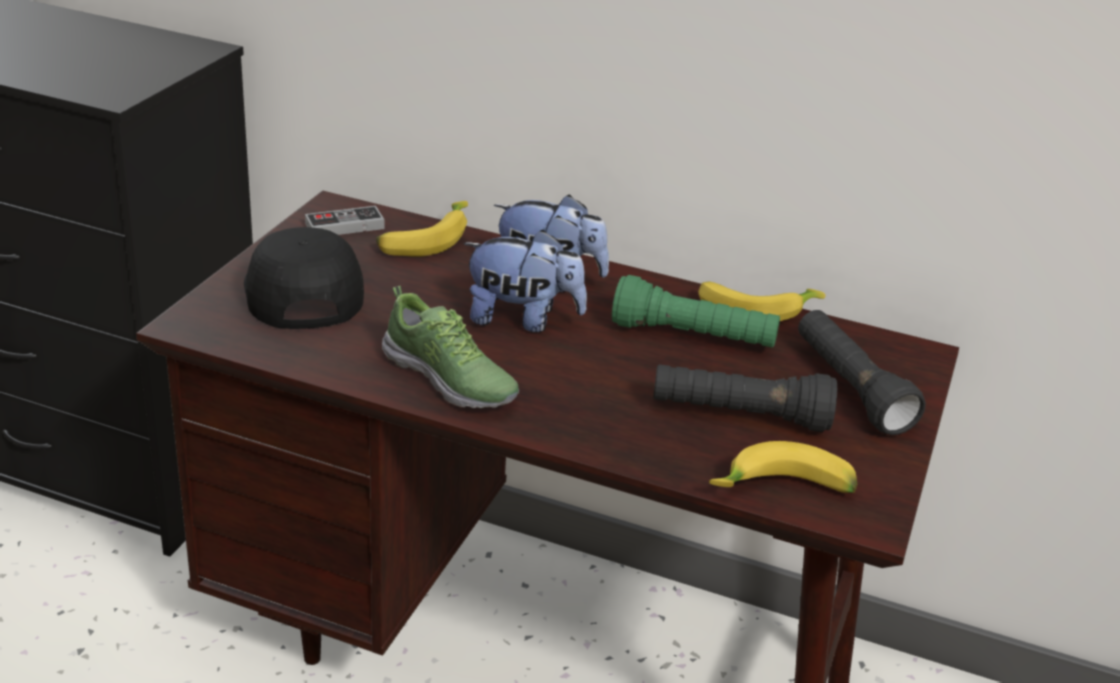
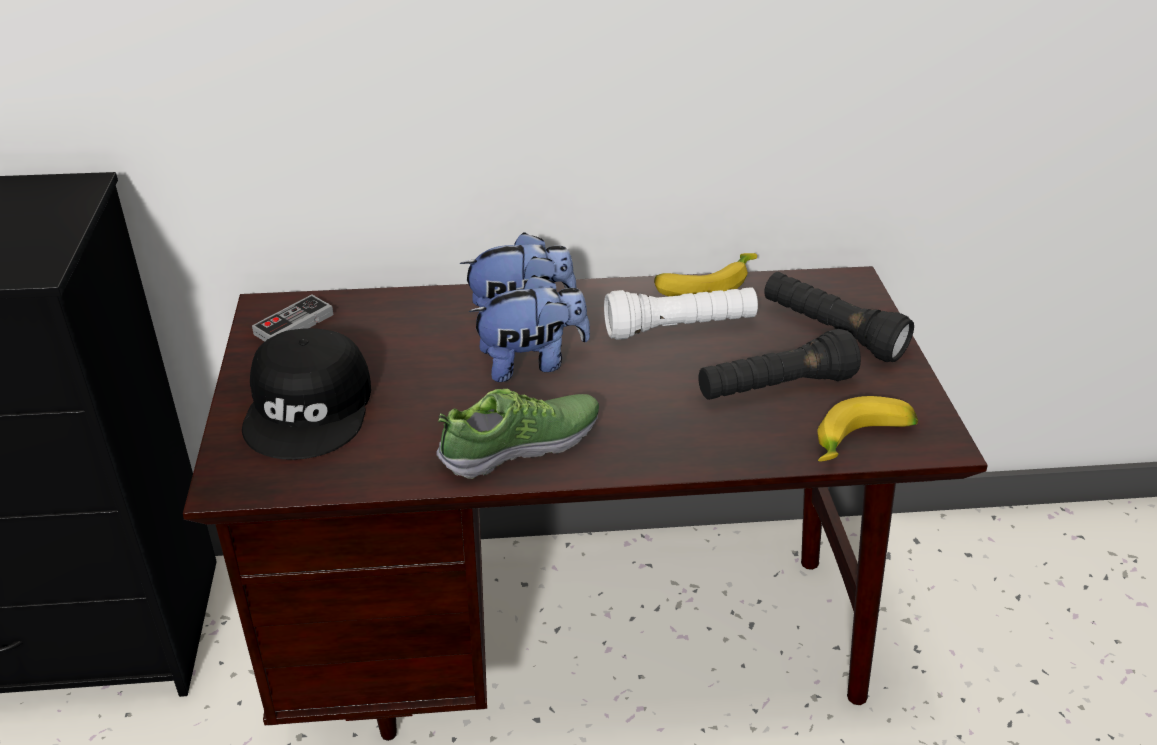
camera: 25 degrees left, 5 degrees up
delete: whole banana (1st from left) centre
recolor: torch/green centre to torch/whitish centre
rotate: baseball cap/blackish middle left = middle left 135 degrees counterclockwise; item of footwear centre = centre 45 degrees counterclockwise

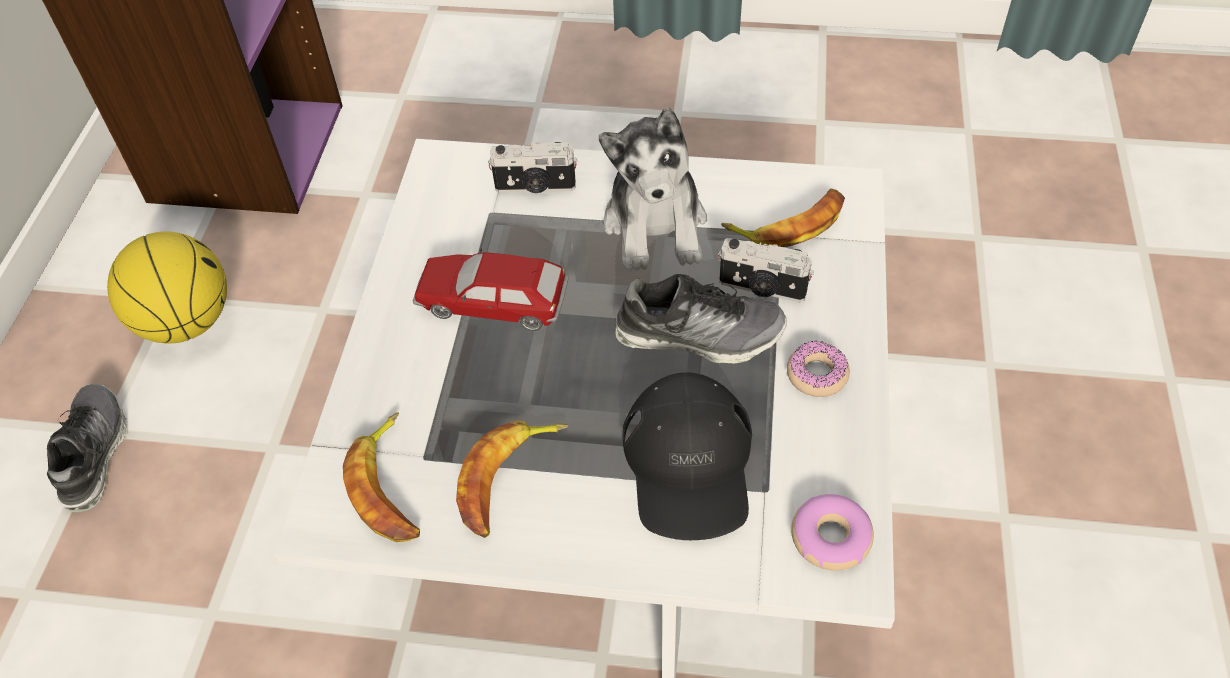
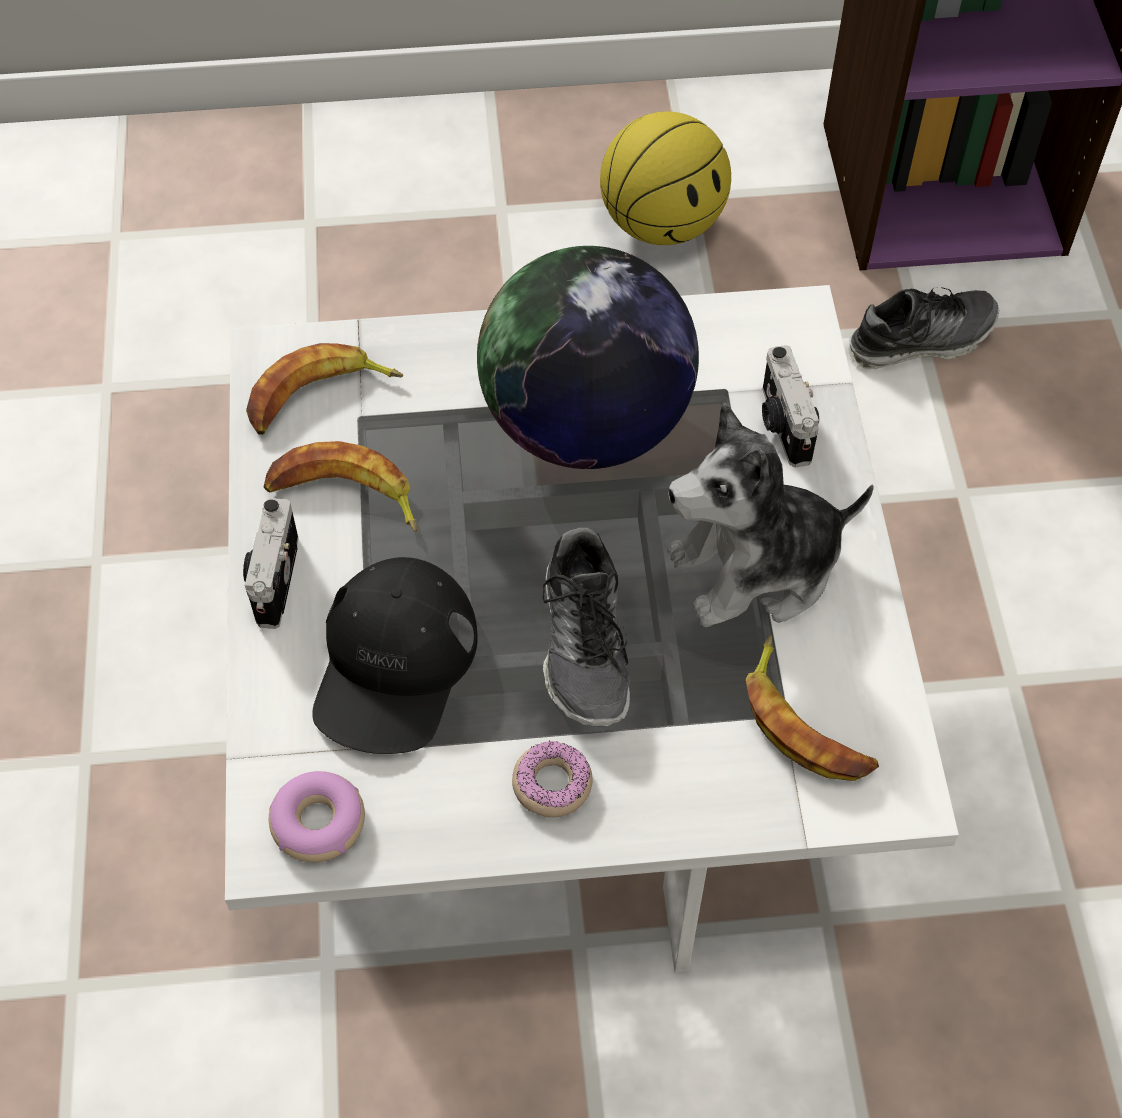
camera: 75 degrees right, 5 degrees up
move: still camera (2nd from left in the first image) centre to still camera (1st from left) middle left; item of footwear (1st from left in the first image) middle left to item of footwear (2nd from left) top right
replace: miniature car centre to world globe top centre
rotate: baseball cap/blackish bottom centre = centre 60 degrees counterclockwise

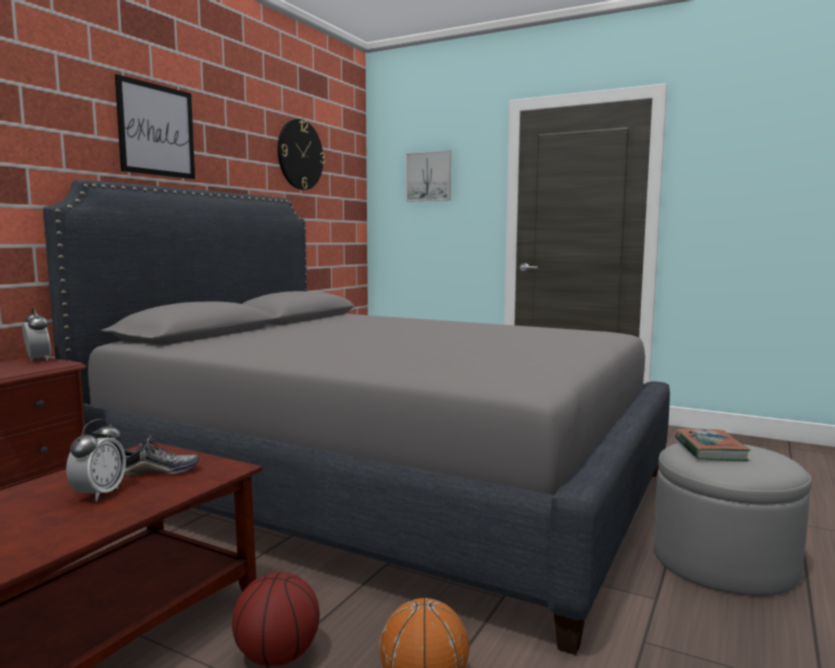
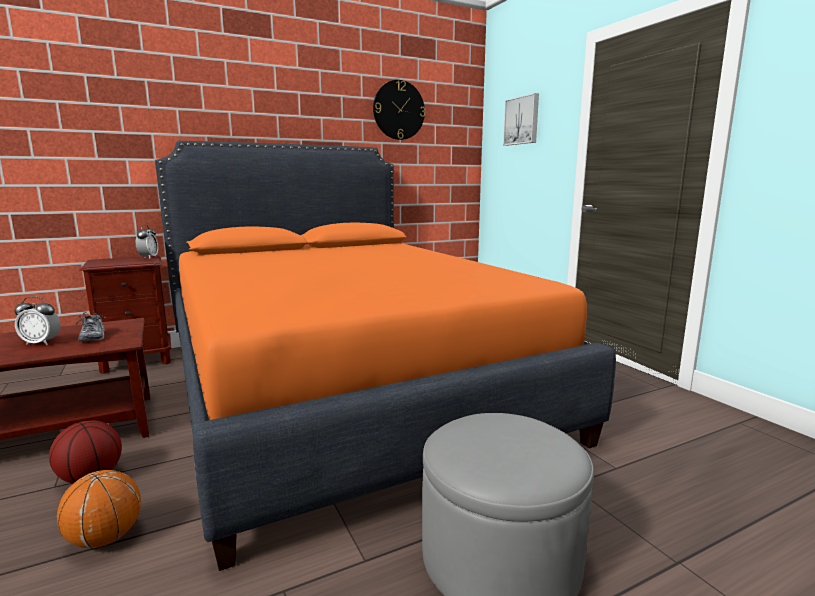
camera: 35 degrees right, 5 degrees up
delete: wall picture (1st from left) top left; bound book middle right
recolor: sleeping bed/grey centre to sleeping bed/orangey centre
rotate: bedside clock (2nd from left in the first image) bottom left = middle left 45 degrees clockwise; item of footwear bottom left = middle left 45 degrees clockwise

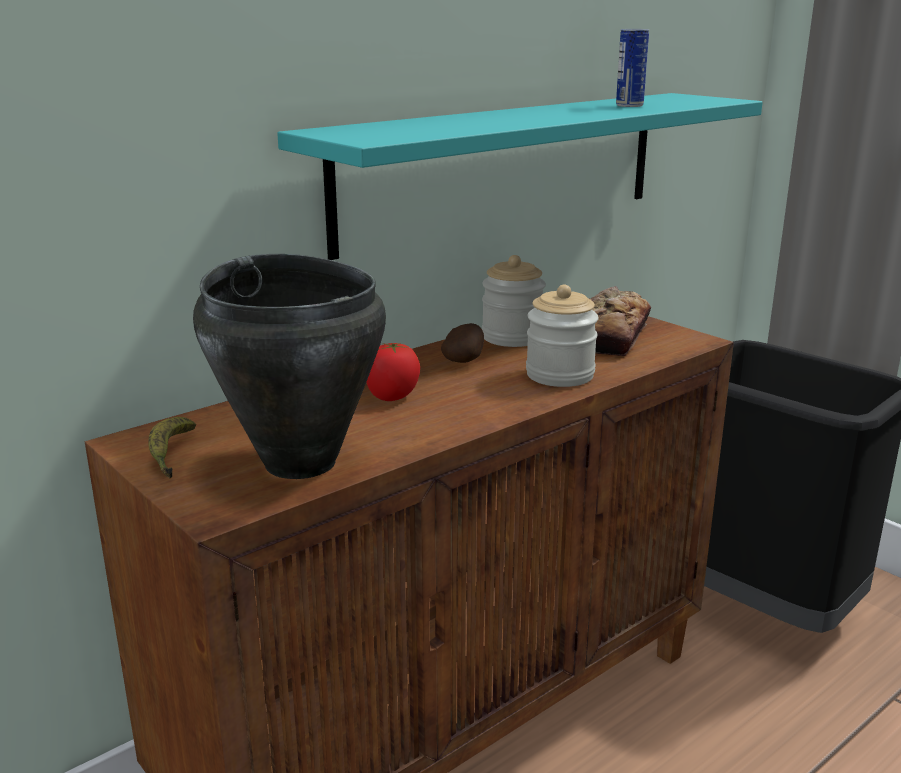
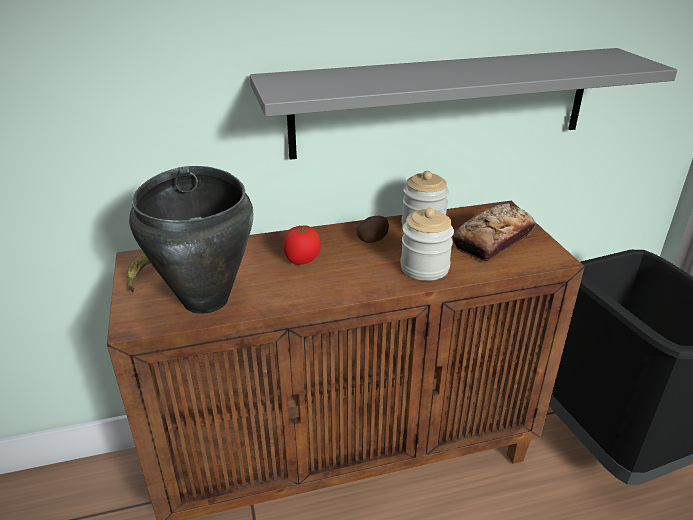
camera: 25 degrees right, 10 degrees up
delete: can top right
recolor: bracket shelf/turquoise top centre to bracket shelf/grey top right

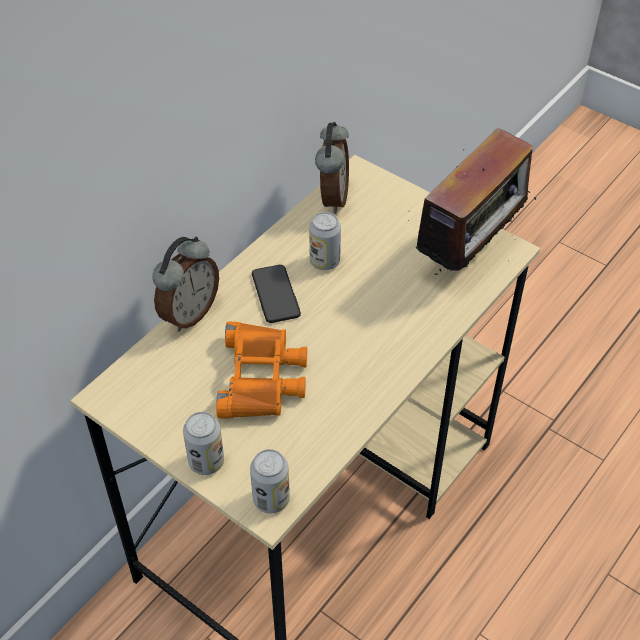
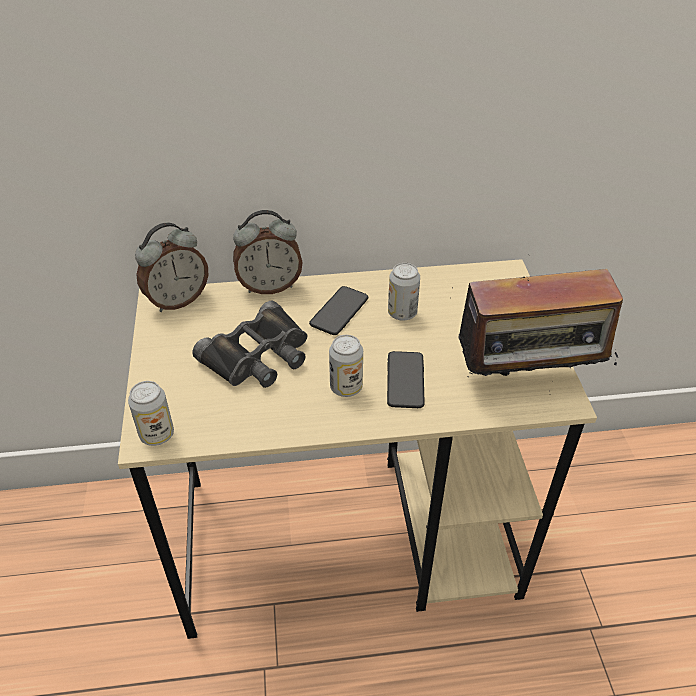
camera: 45 degrees right, 5 degrees down
insert: telephone (2nd from left) centre
move: bedside clock (2nd from left in the first image) top centre to bedside clock (1st from left) middle left; can (1st from left in the first image) bottom left to can (2nd from left) centre
recolor: field glasses/orangey centre to field glasses/blackish centre

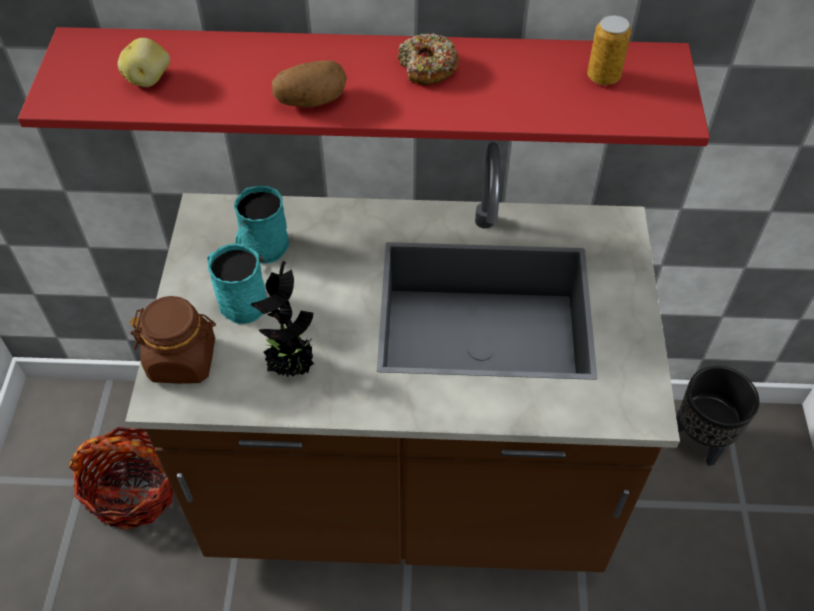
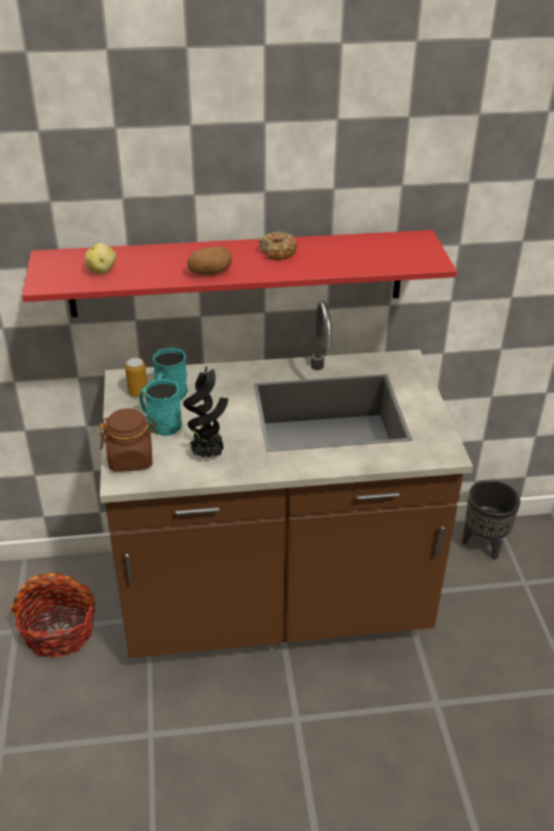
camera: 10 degrees left, 15 degrees down
move: can top right to middle left

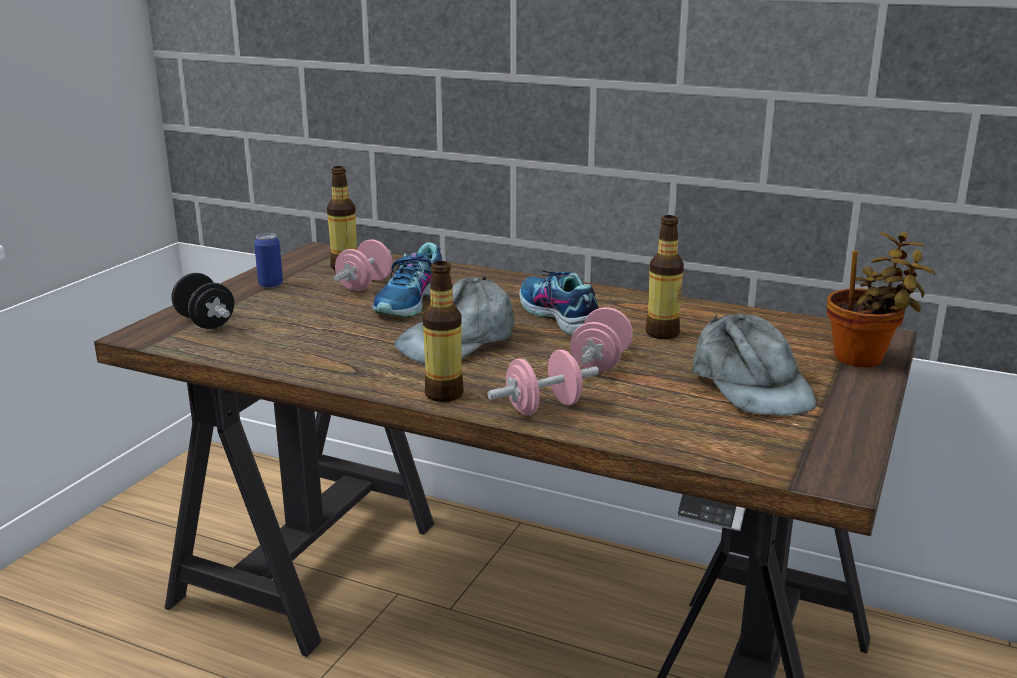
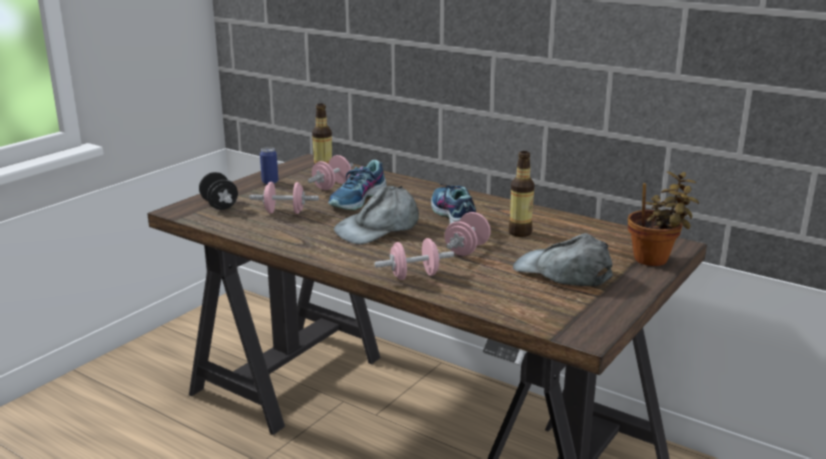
camera: 10 degrees right, 0 degrees up
delete: beverage bottle (2nd from left) centre
insert: hand weight/pink-coloured (1st from left) centre
rotate: baseball cap/grey (2nd from left) middle right = middle right 135 degrees clockwise

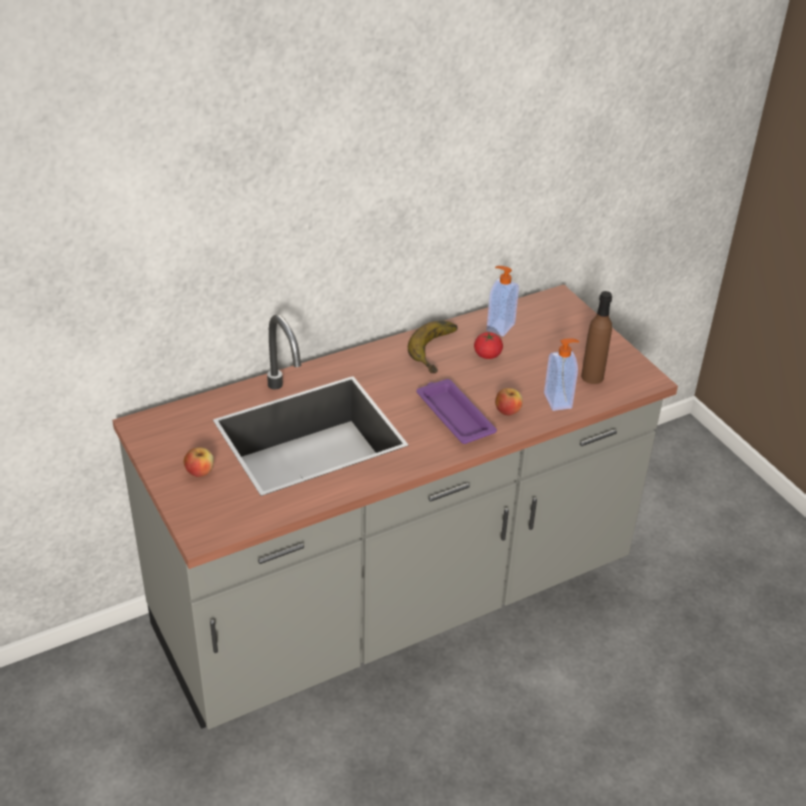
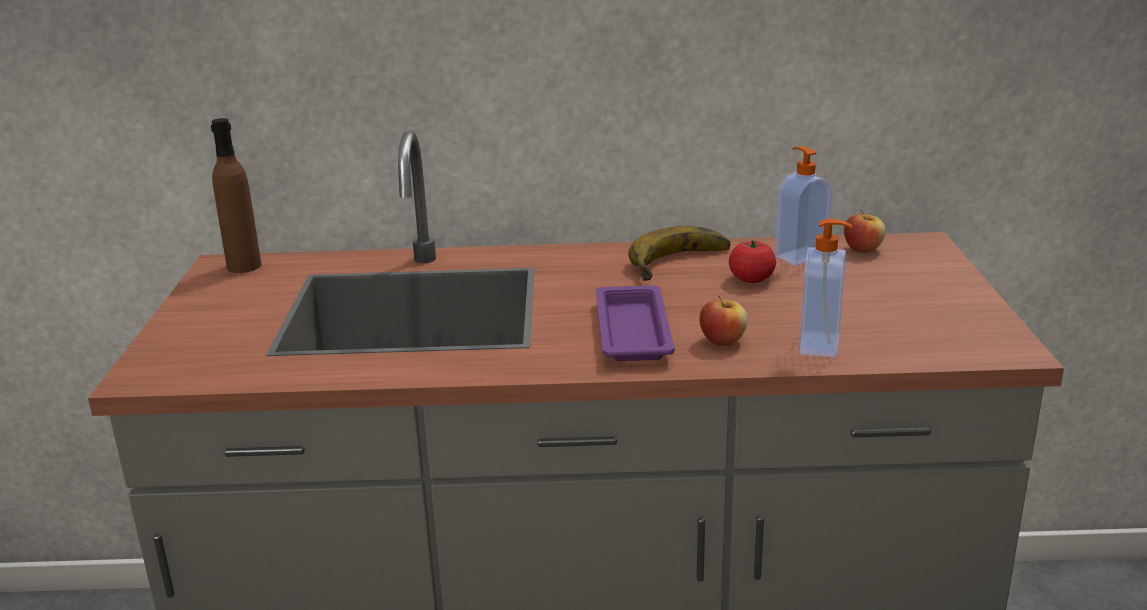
camera: 30 degrees right, 15 degrees down
move: beverage bottle/brown middle right to top left; apple fruit (1st from left in the first image) middle left to apple fruit (2nd from left) middle right

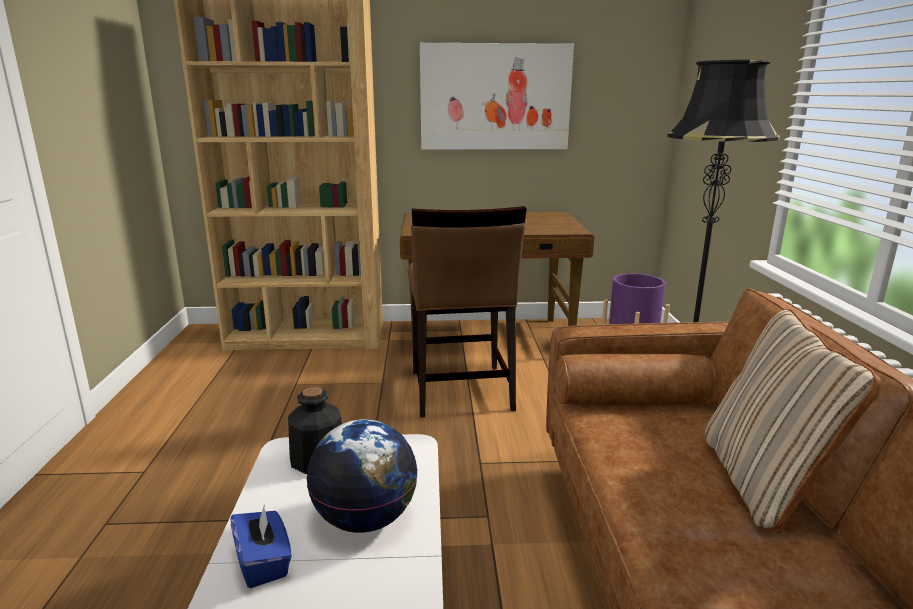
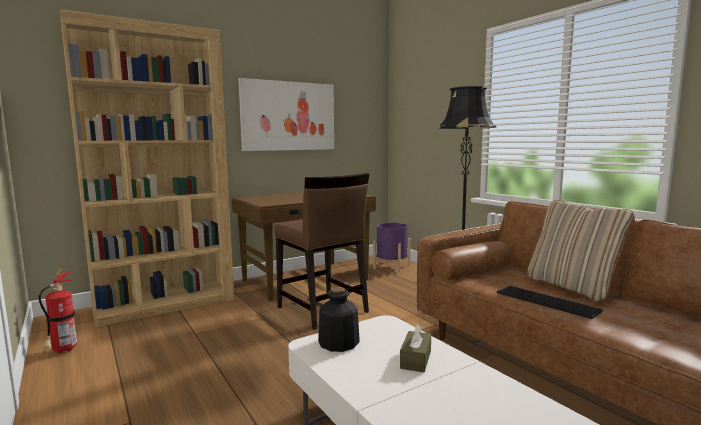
camera: 30 degrees left, 10 degrees down
delete: tissue holder/bluish bottom left
insert: extinguisher bottom left; computer keyboard bottom right
replace: world globe bottom centre to tissue holder/brown bottom centre

